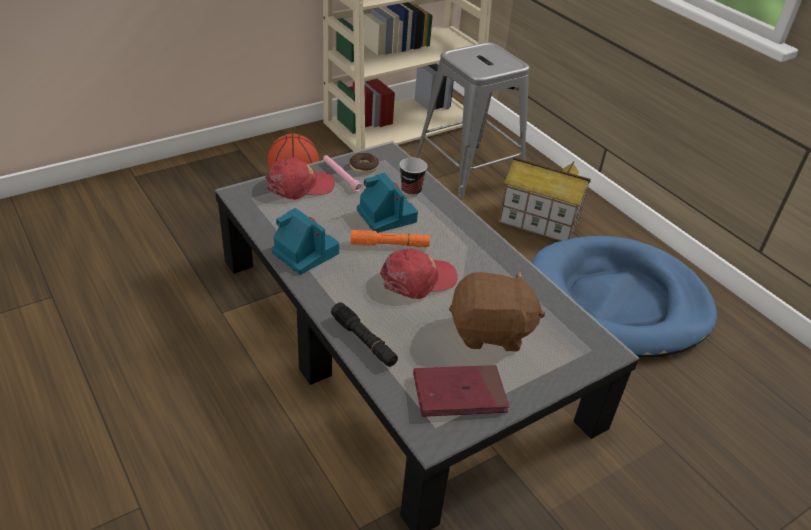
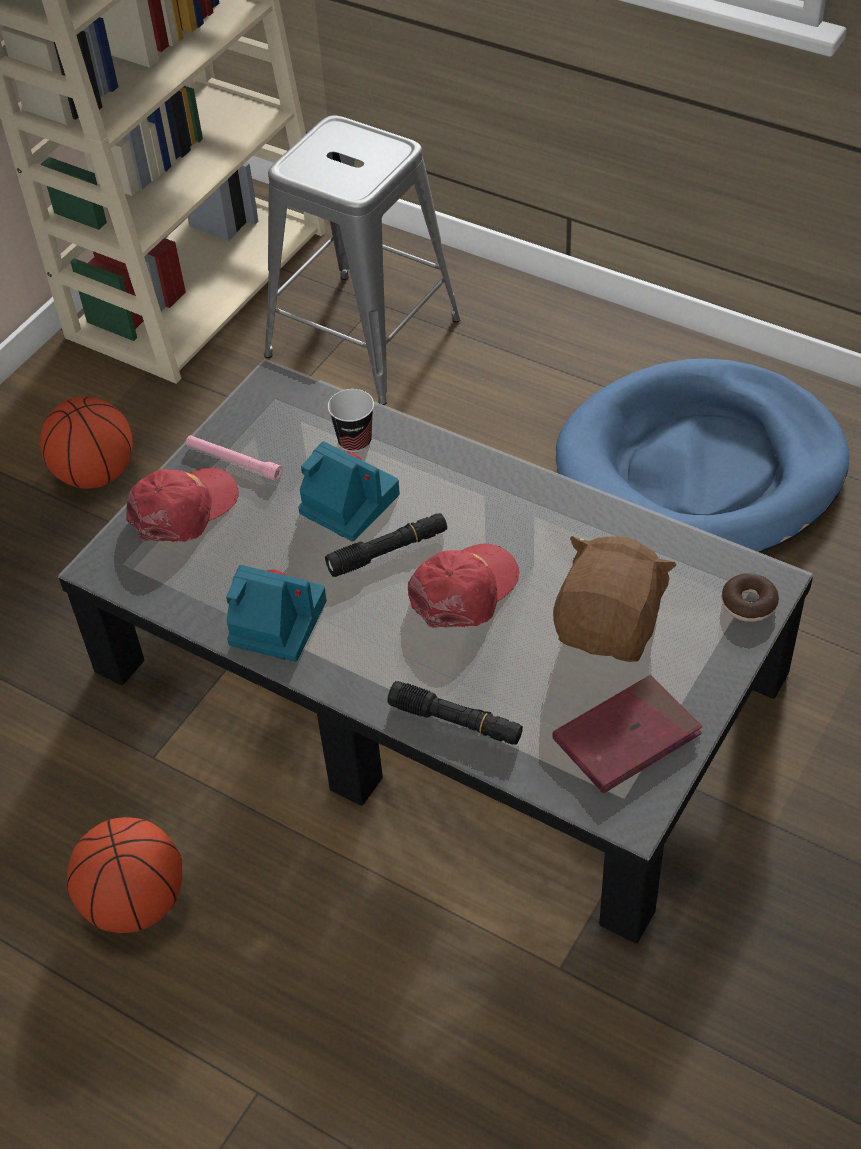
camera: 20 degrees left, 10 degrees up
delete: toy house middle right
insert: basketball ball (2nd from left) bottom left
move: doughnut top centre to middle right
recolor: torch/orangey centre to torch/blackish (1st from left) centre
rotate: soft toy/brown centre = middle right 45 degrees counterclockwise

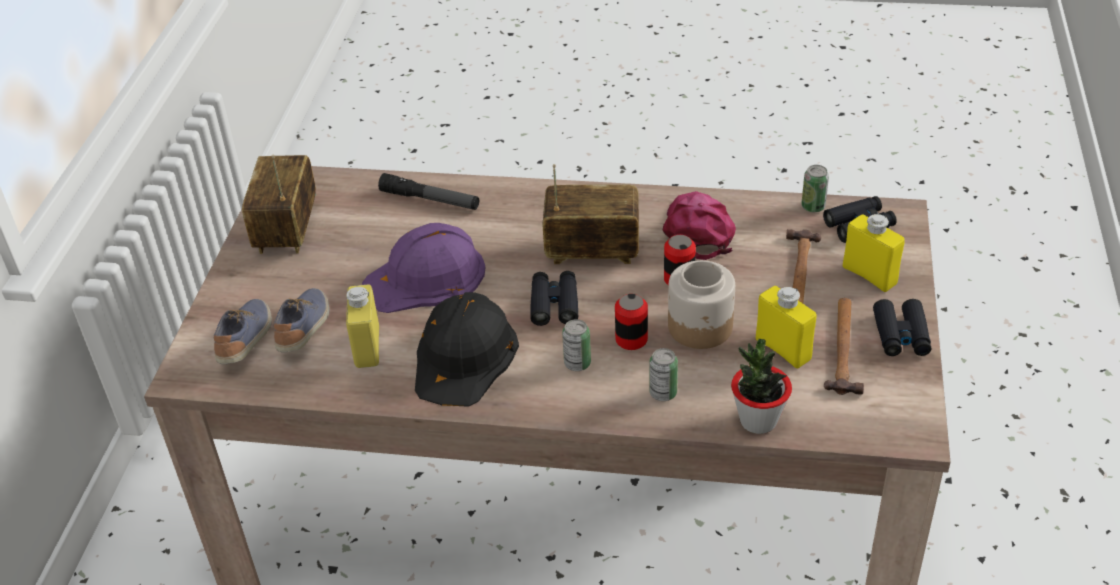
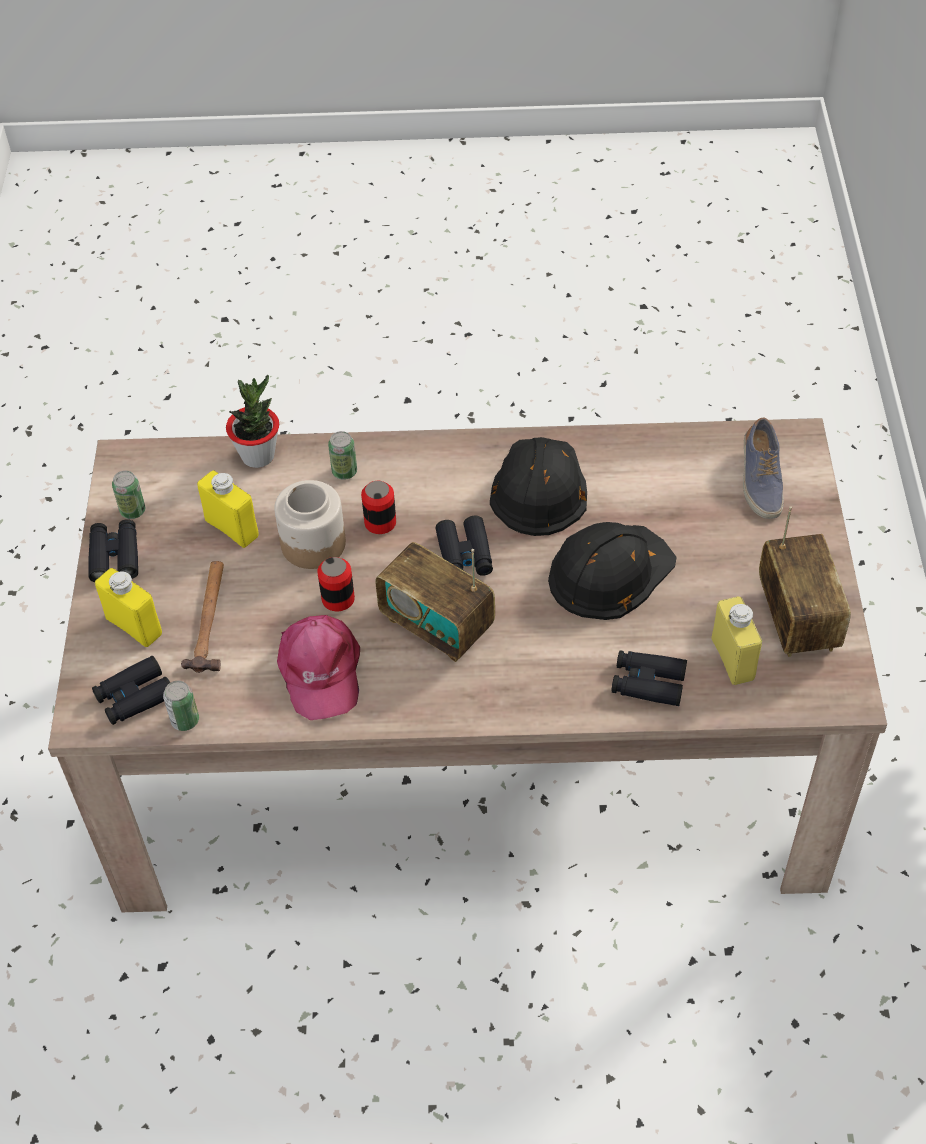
camera: 170 degrees right, 10 degrees up
delete: item of footwear (2nd from left) middle left; tool hammer (2nd from left) middle right
move: beverage bottle/yellowish (1st from left in the first image) middle left to beverage bottle/yellowish (3rd from left) middle right; can (1st from left) centre to middle left
replace: torch top centre to field glasses/blackish (4th from left) middle right
recolor: safety helmet/purple-coloured centre to safety helmet/blackish (2nd from left) centre
rotate: radio (2nd from left in the first image) centre = centre 45 degrees clockwise

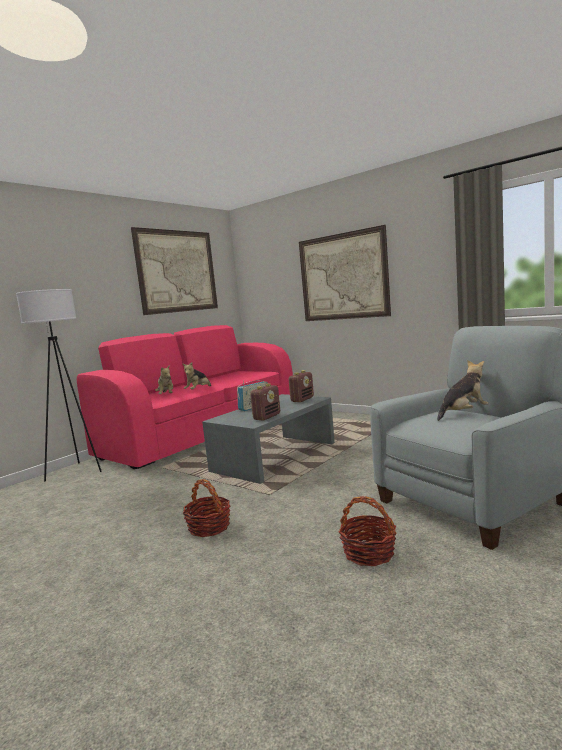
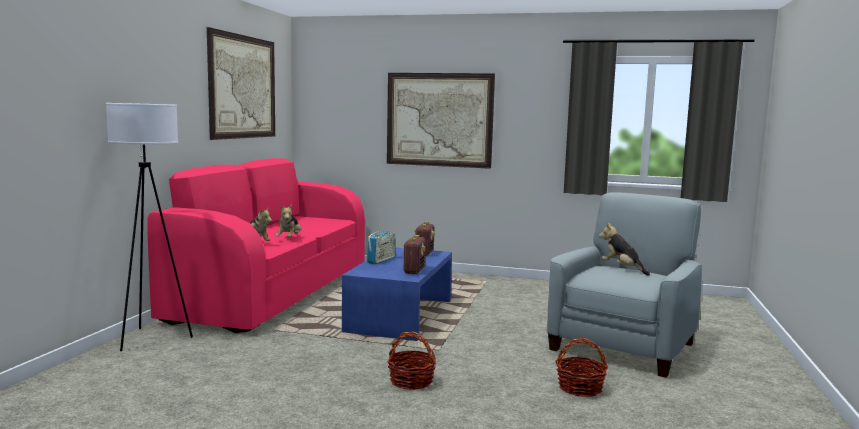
camera: 25 degrees left, 0 degrees up
recolor: coffee table/grey centre to coffee table/bluish bottom centre
rotate: soft toy (3rd from left) middle right = middle right 75 degrees counterclockwise

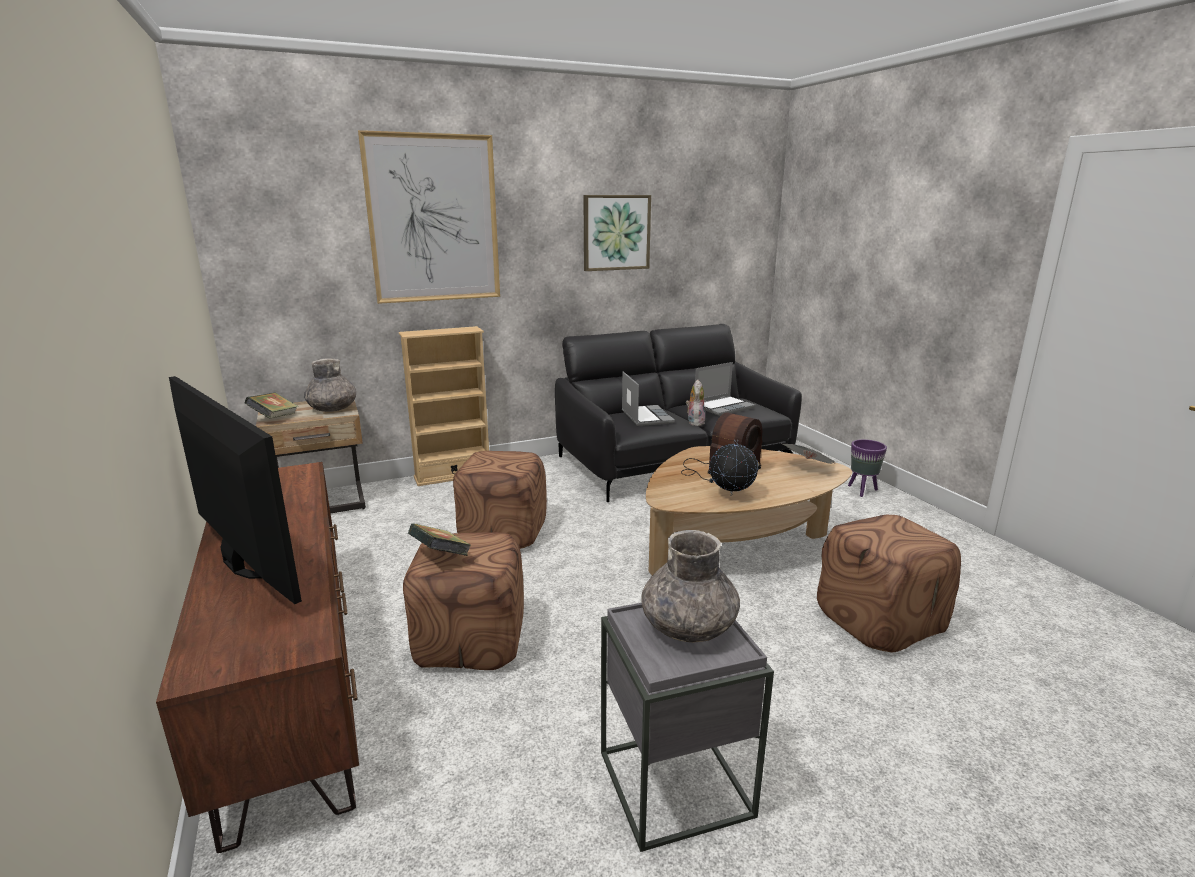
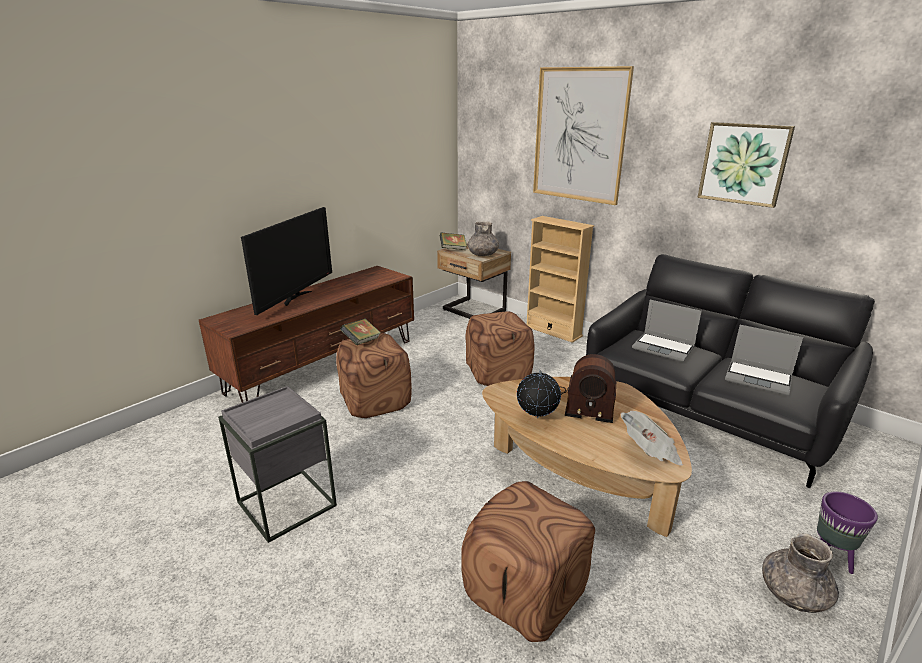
camera: 65 degrees right, 5 degrees up
delete: soft toy centre
move: flower vase/grey (2nd from left) bottom centre to bottom right
rotate: portable computer (1st from left) centre = middle right 75 degrees clockwise

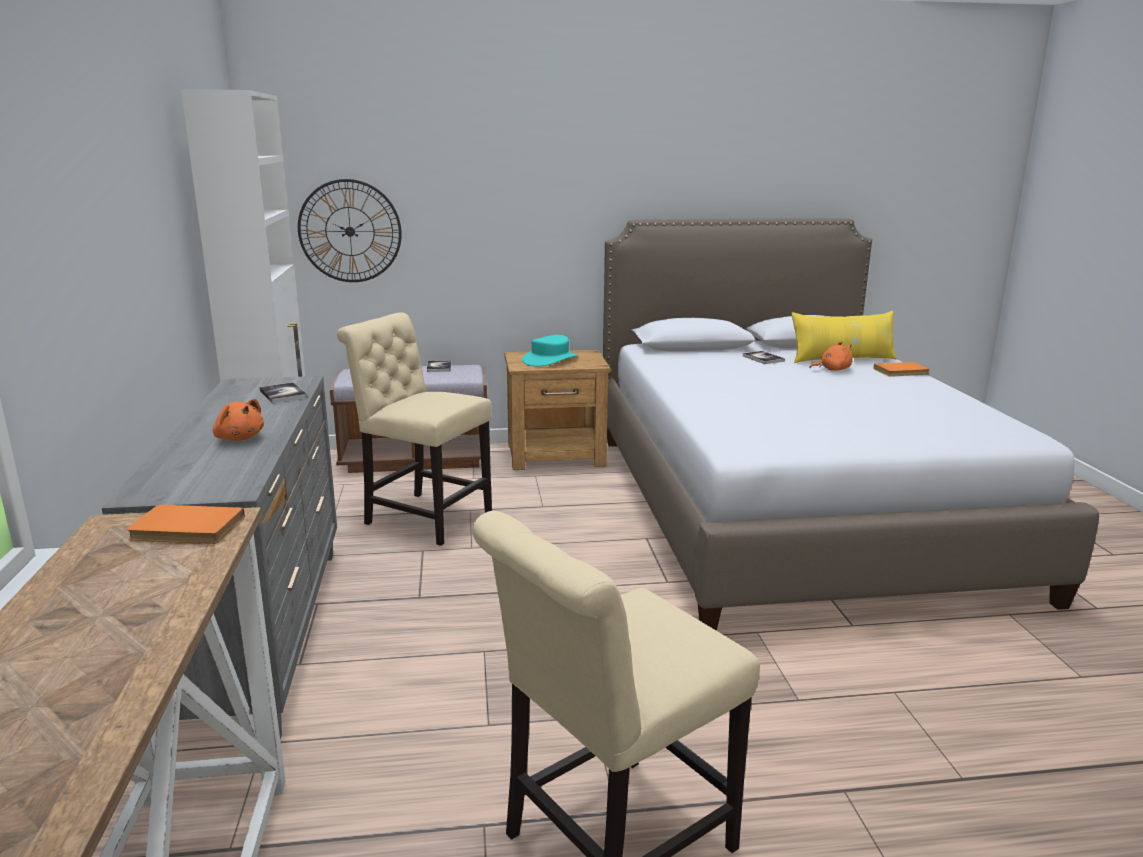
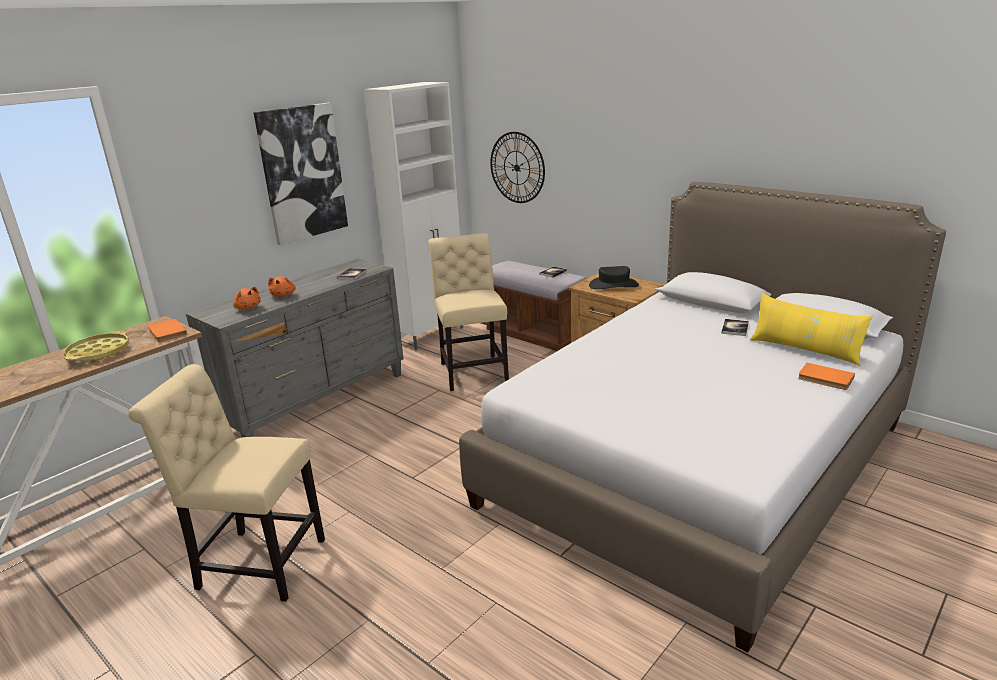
camera: 50 degrees right, 5 degrees up
insert: wall picture top left; carrying tray/yellowish middle left
move: soft toy/orangey (2nd from left in the first image) middle right to soft toy/orangey (1st from left) middle left
recolor: clothing hat/turquoise centre to clothing hat/blackish centre

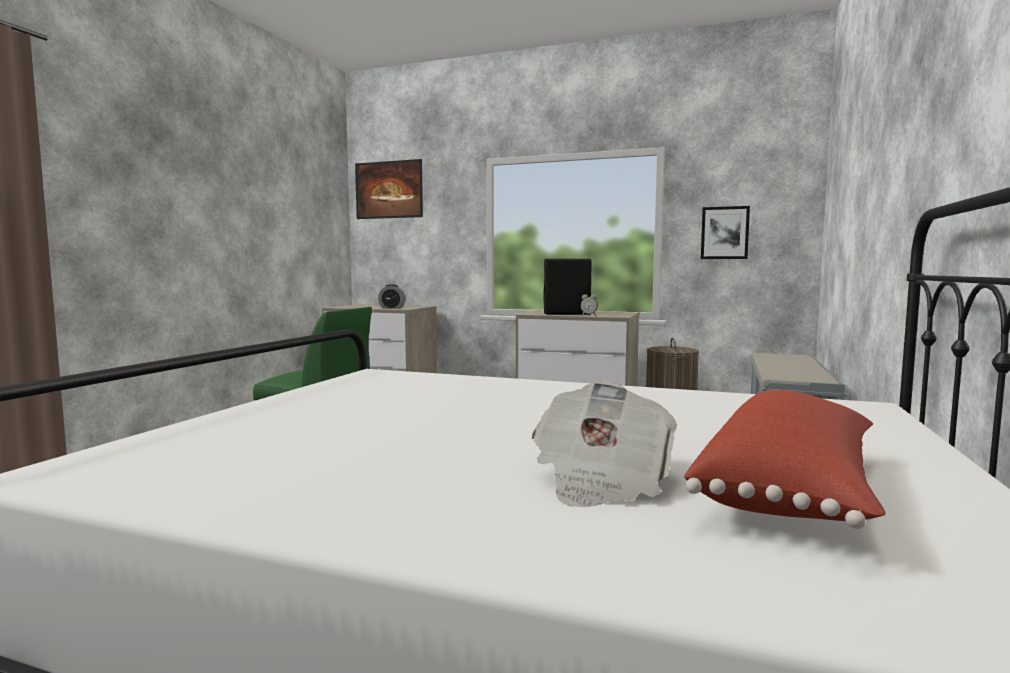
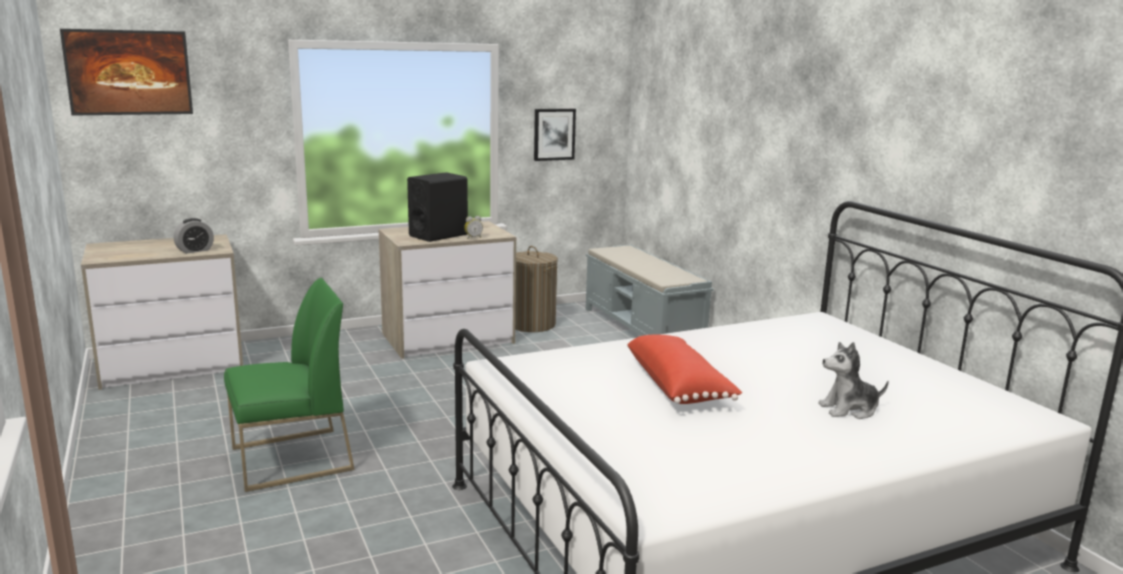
camera: 45 degrees left, 10 degrees up
move: pillow/red-coloured bottom right to centre
replace: newspaper centre to soft toy middle right

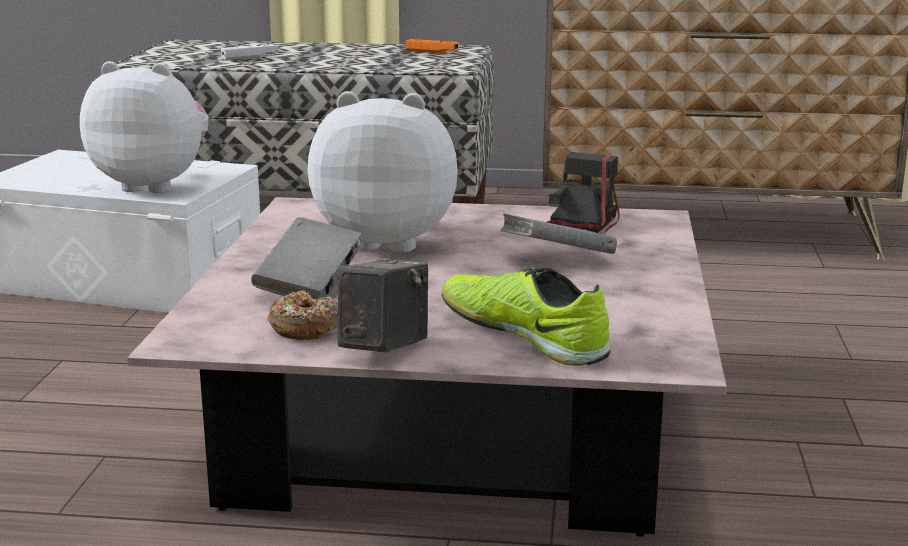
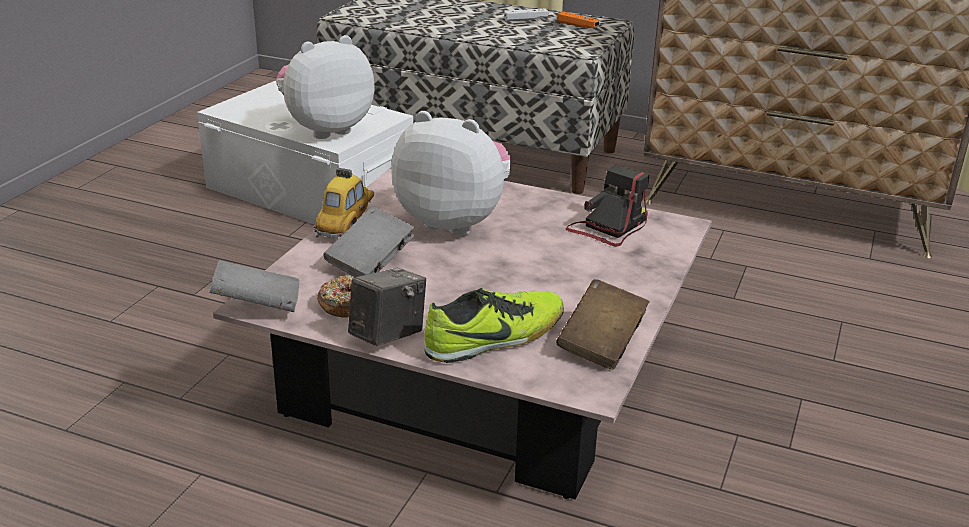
camera: 15 degrees right, 10 degrees up
insert: miniature car centre; bound book/brown centre
move: gamepad/whitish top left to top centre; bound book/grey (2nd from left in the first image) centre to bound book/grey (1st from left) middle left
rotate: soft toy (1st from left) top left = top centre 60 degrees counterclockwise; item of footwear centre = centre 90 degrees clockwise

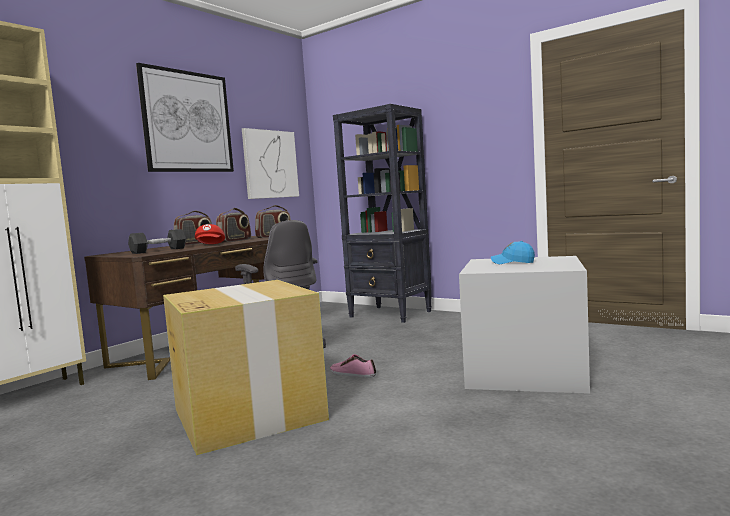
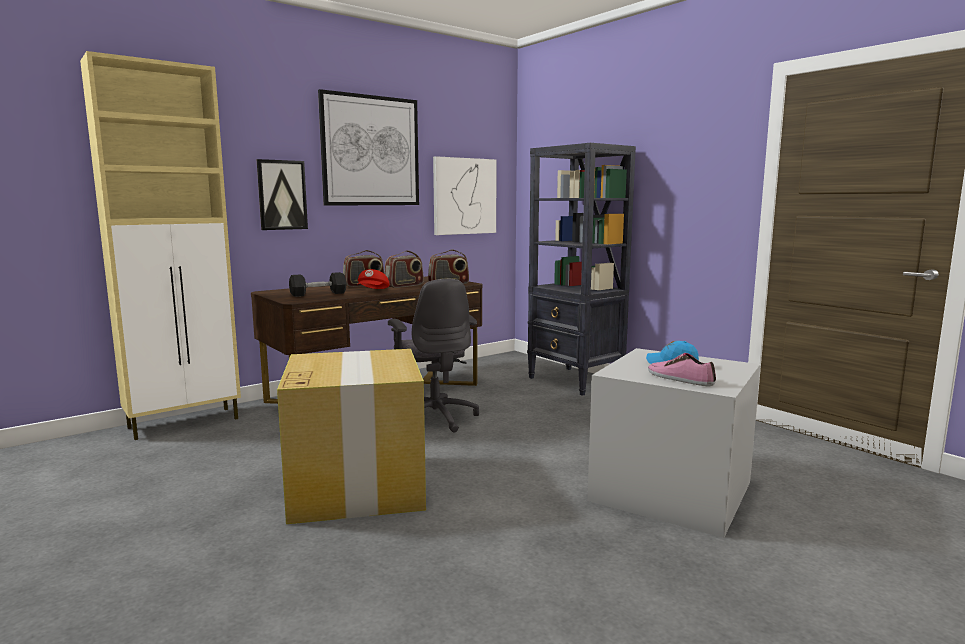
camera: 15 degrees right, 5 degrees up
insert: wall picture (1st from left) top left
move: item of footwear bottom centre to middle right

